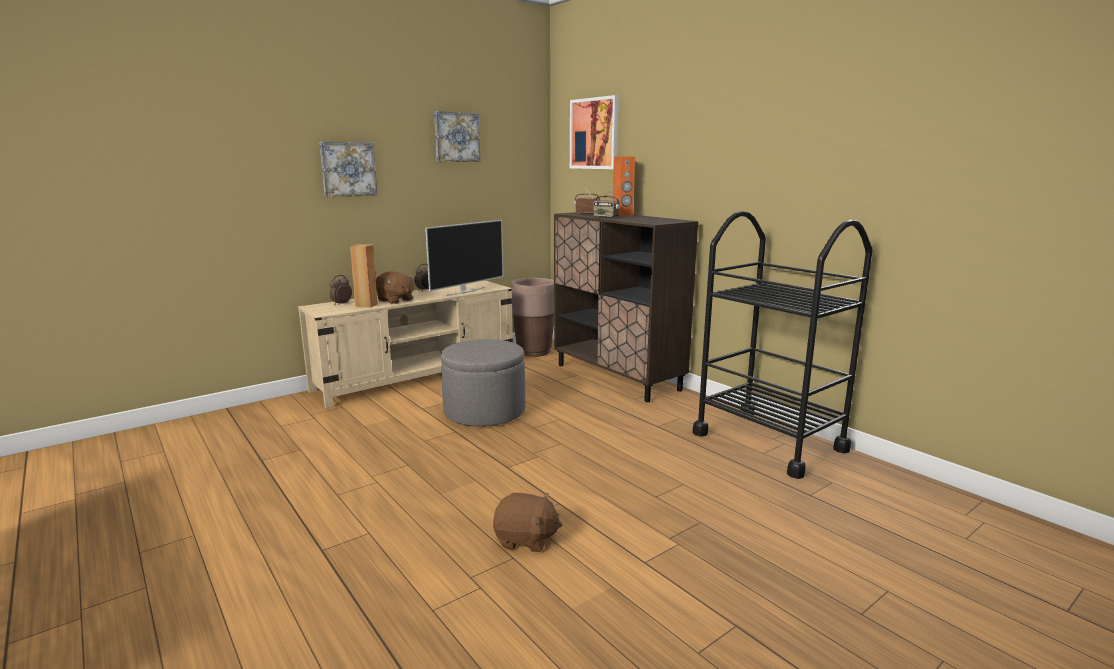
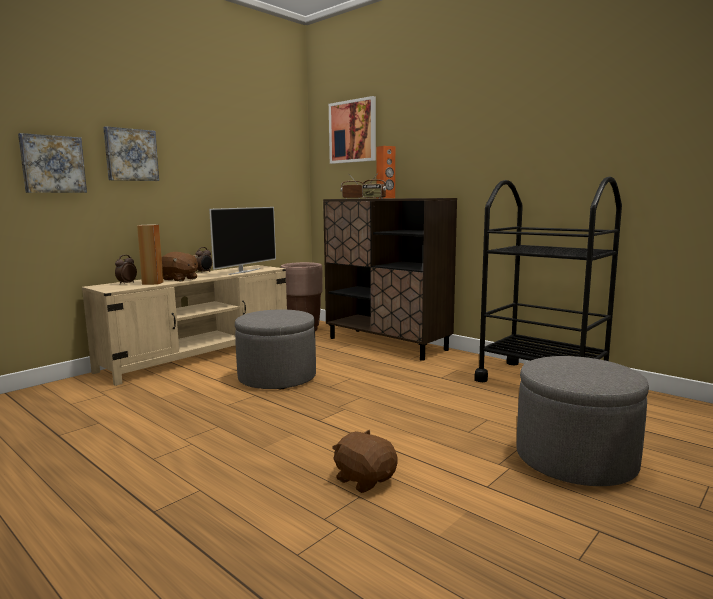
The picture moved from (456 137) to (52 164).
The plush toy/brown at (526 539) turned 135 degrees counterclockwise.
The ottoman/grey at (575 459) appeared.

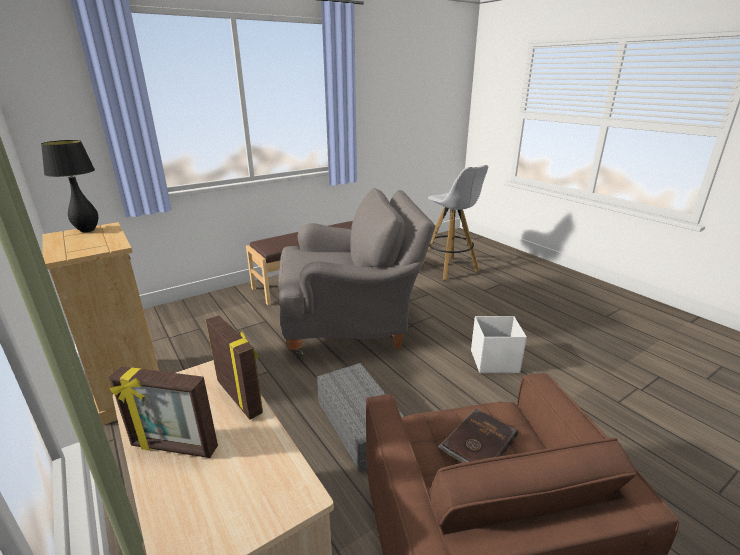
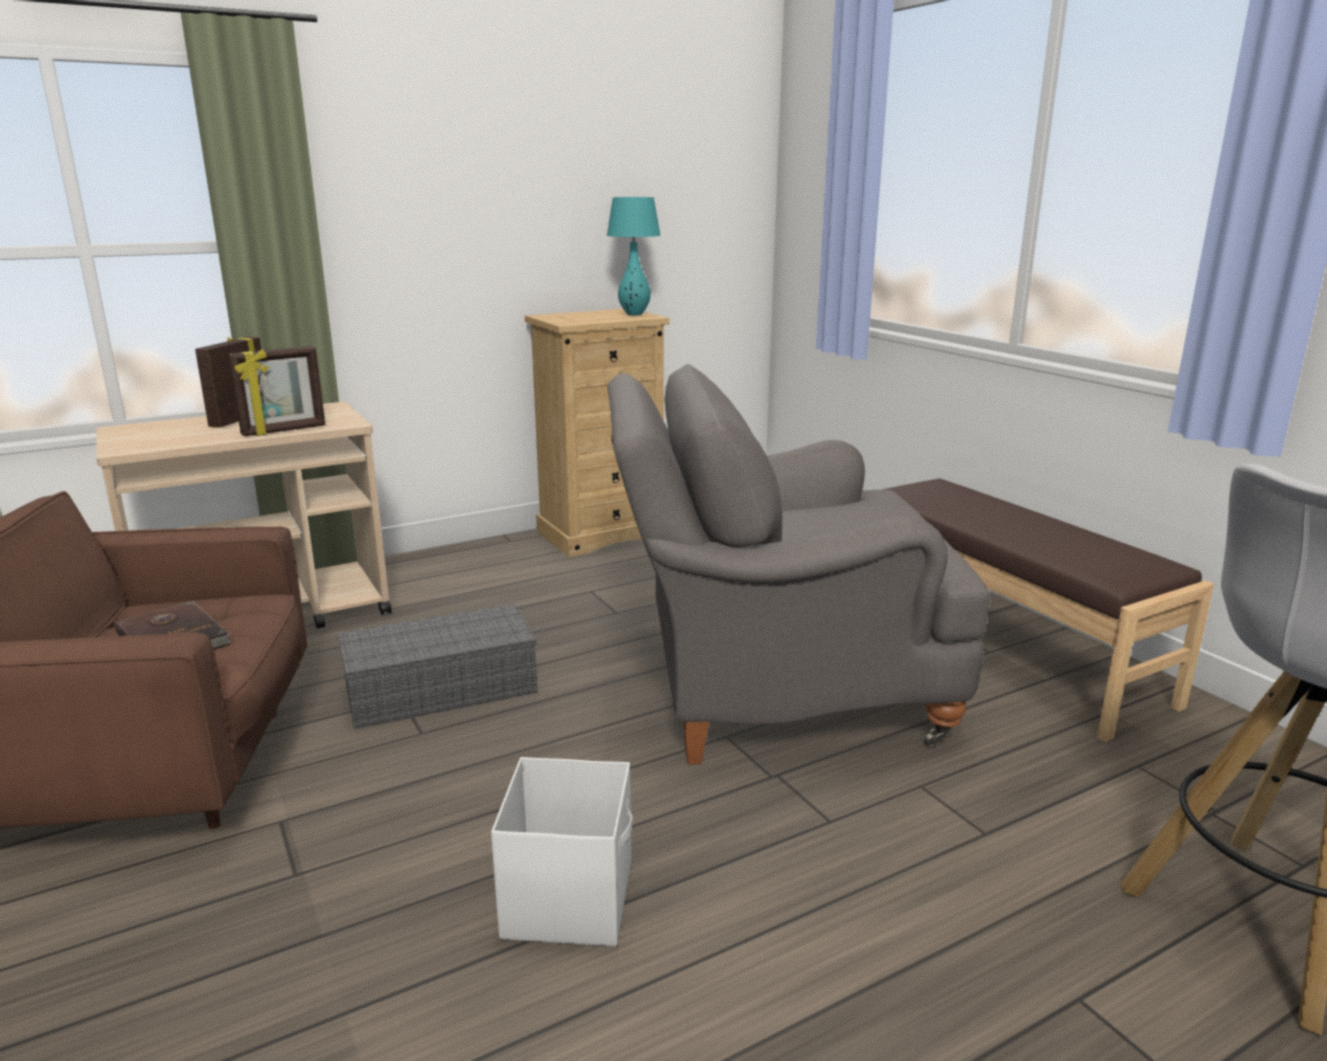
The table lamp/black at (87 230) became the table lamp/turquoise at (634 314).
The armchair/grey at (351 325) turned 90 degrees clockwise.

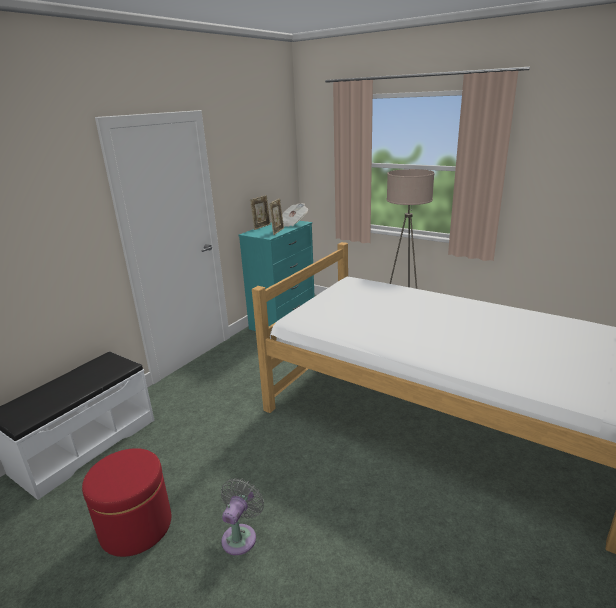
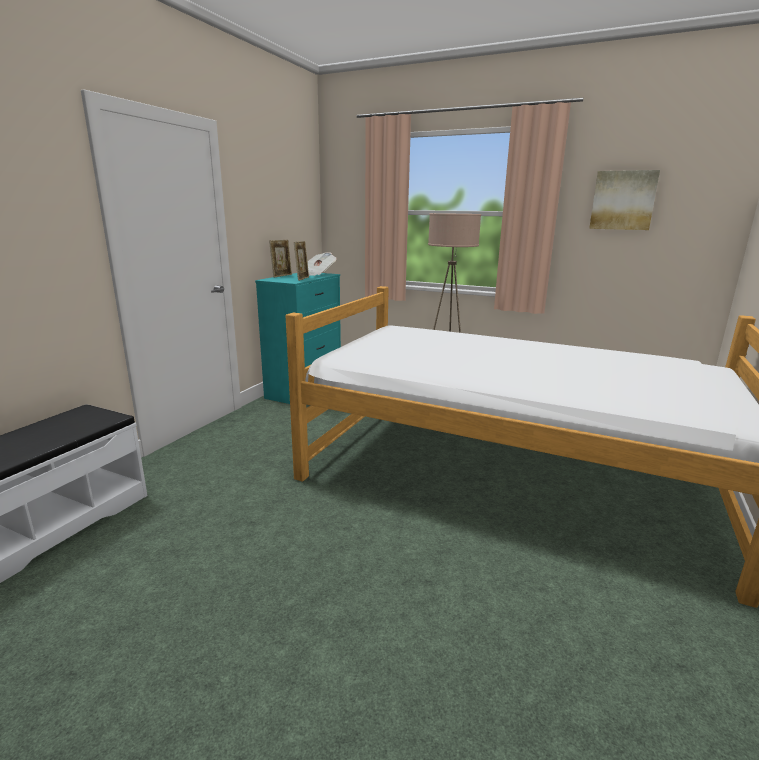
The ottoman/red at (136 526) disappeared.
The fan/grey at (241 536) disappeared.
The picture at (623 200) appeared.

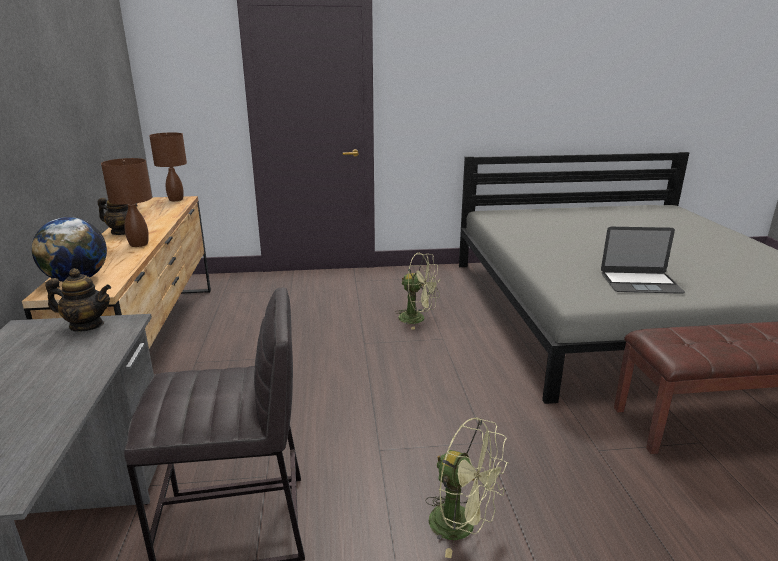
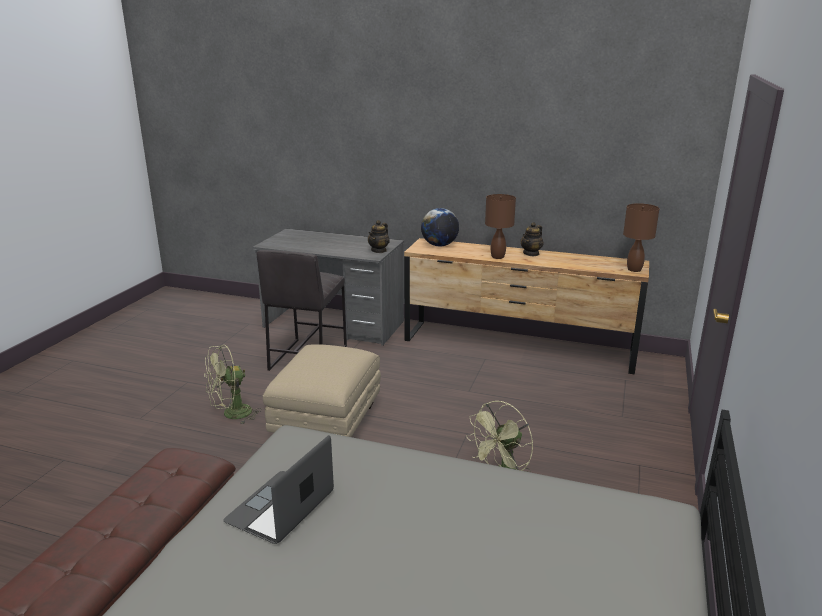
The ottoman/beige at (326 425) appeared.

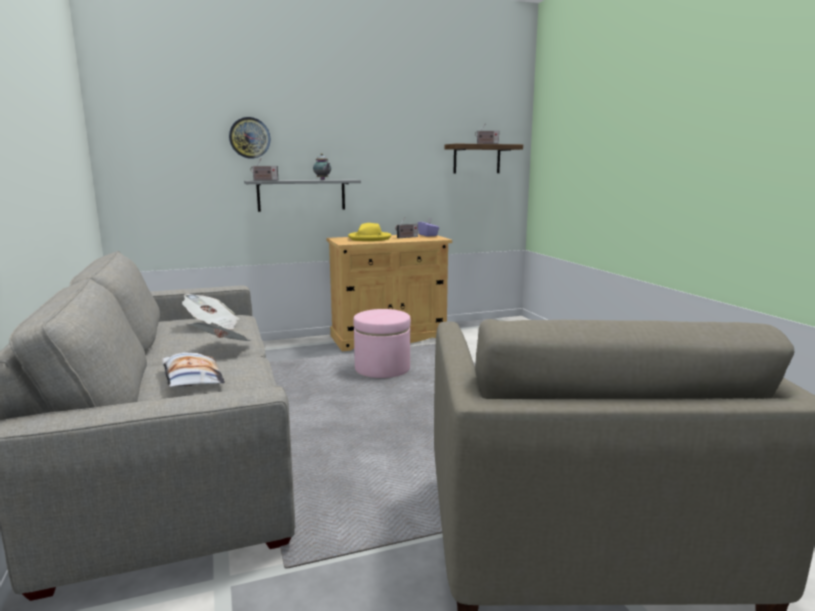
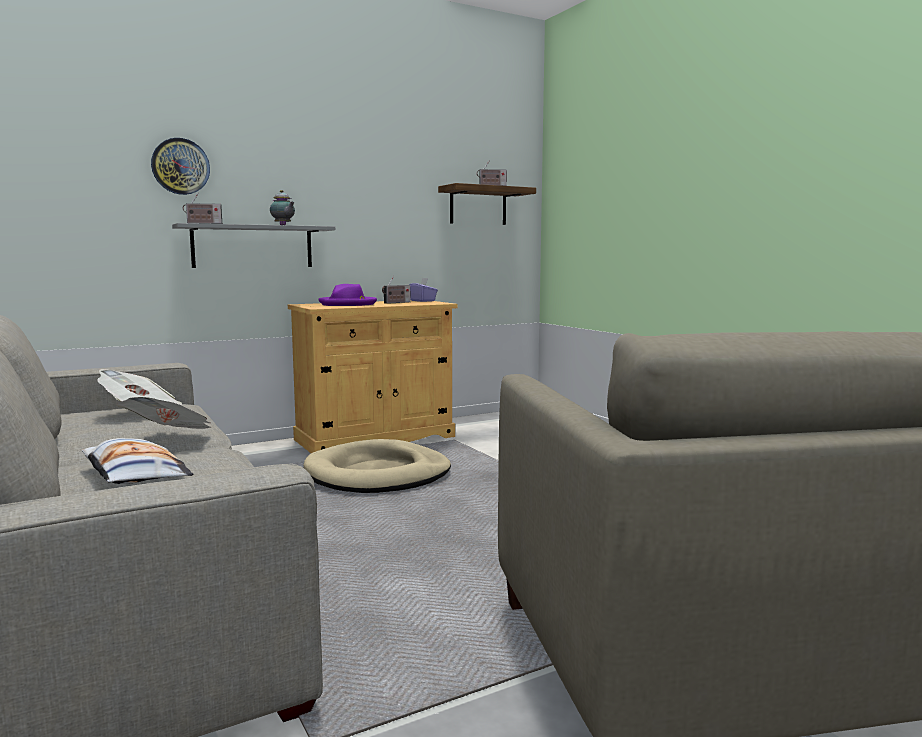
The hat/yellow at (369 238) became the hat/purple at (348 304).
The ottoman/pink at (382 369) was replaced by the dog bed/beige at (378 474).

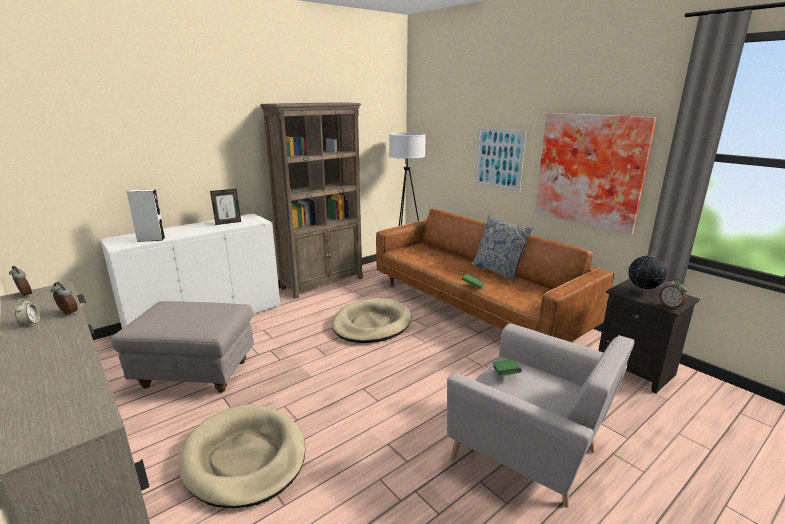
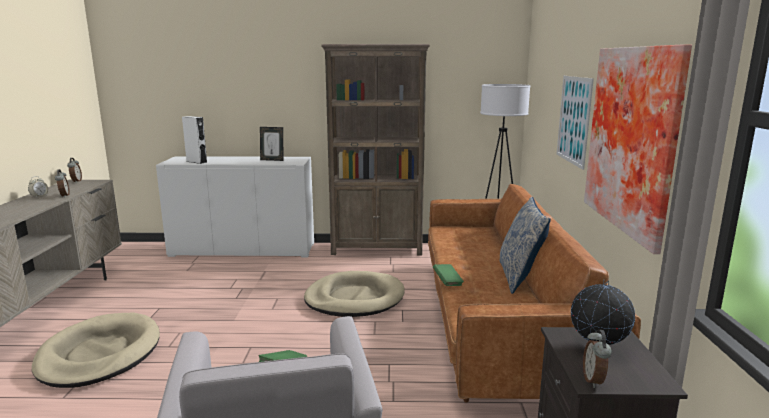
The ottoman/grey at (197 374) disappeared.

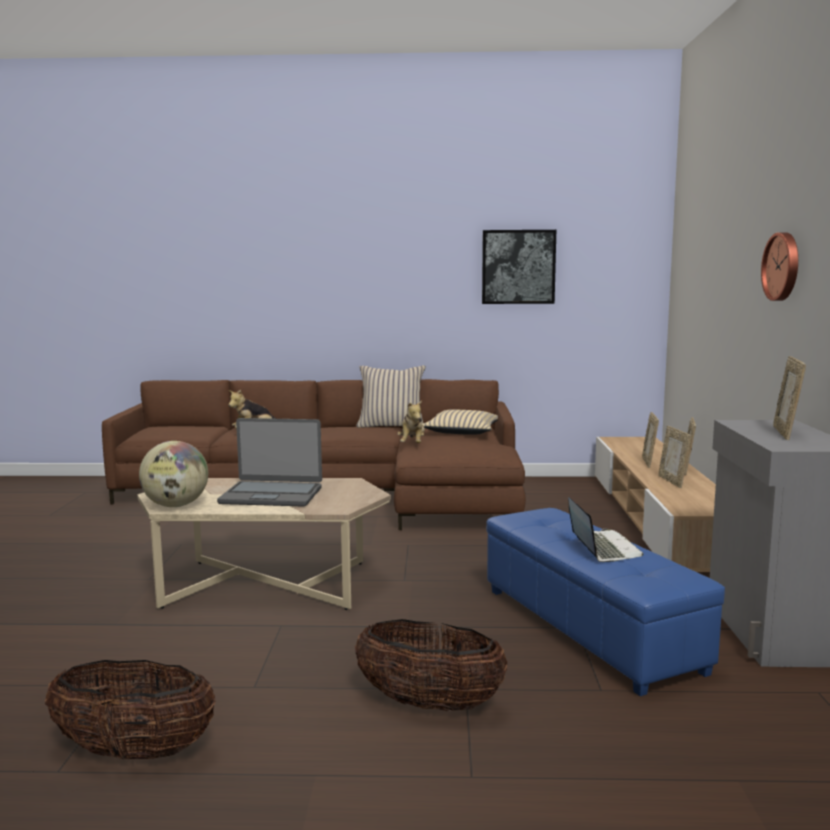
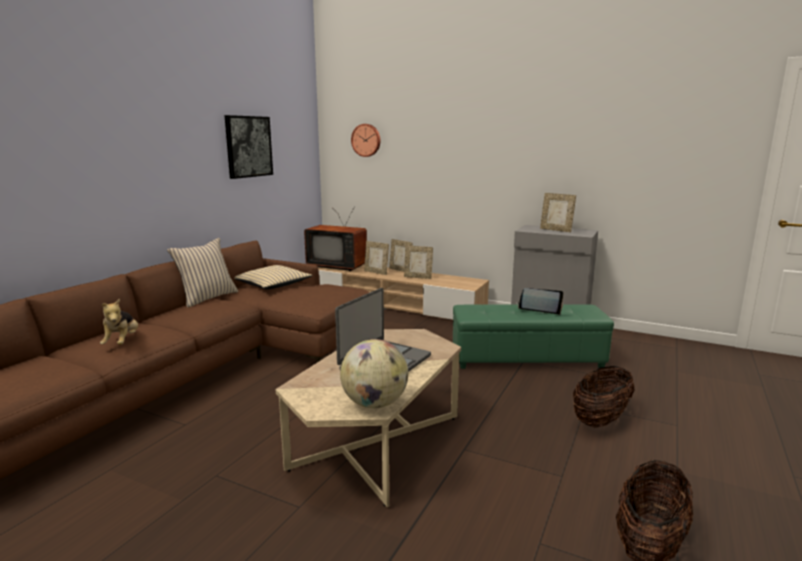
The plush toy at (412 444) disappeared.
The ottoman/blue at (590 629) became the ottoman/green at (527 358).
The wall clock moved from (783 266) to (366 140).
The television at (338 266) appeared.

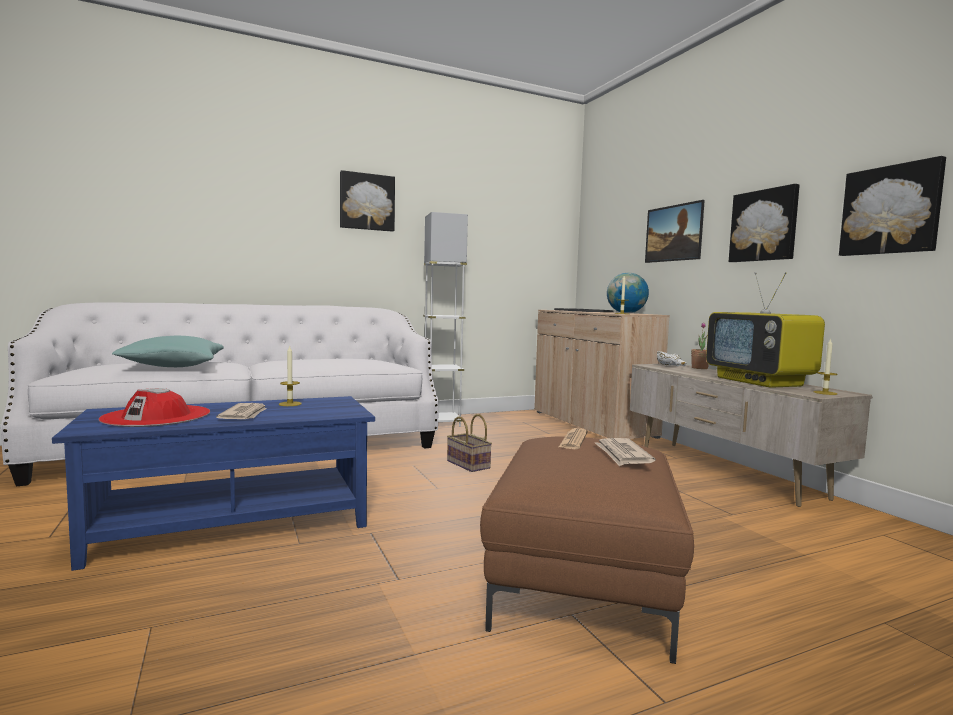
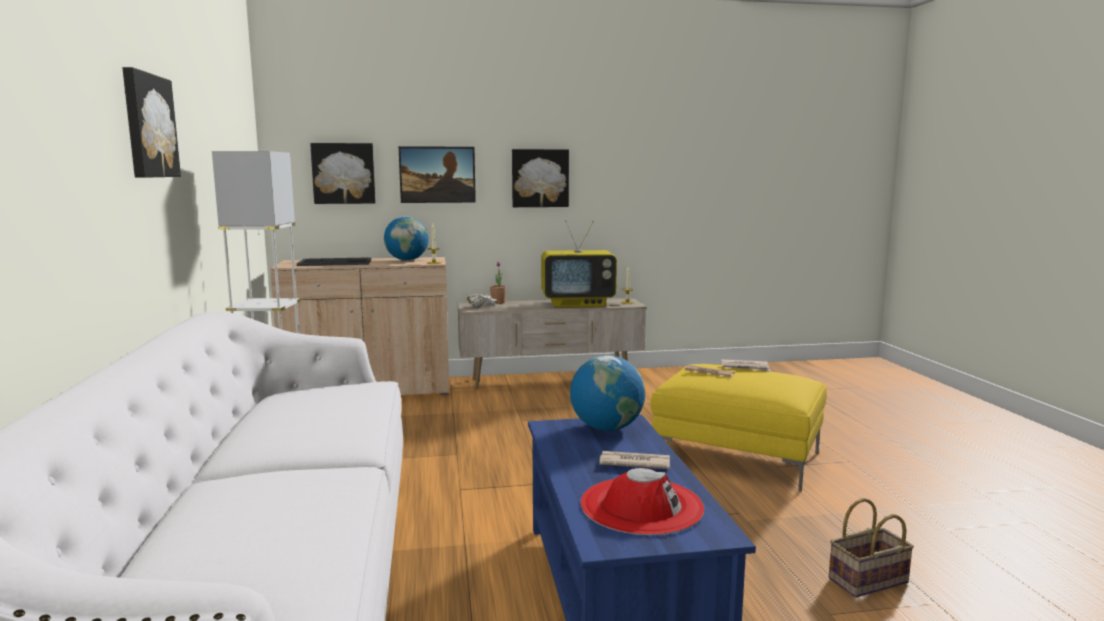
The pillow/turquoise at (173 366) disappeared.
The candle at (290 404) disappeared.
The basket moved from (466 464) to (867 582).
The ottoman/brown at (585 583) became the ottoman/yellow at (738 456).
The picture moved from (891 210) to (344 173).
The globe at (607 428) appeared.

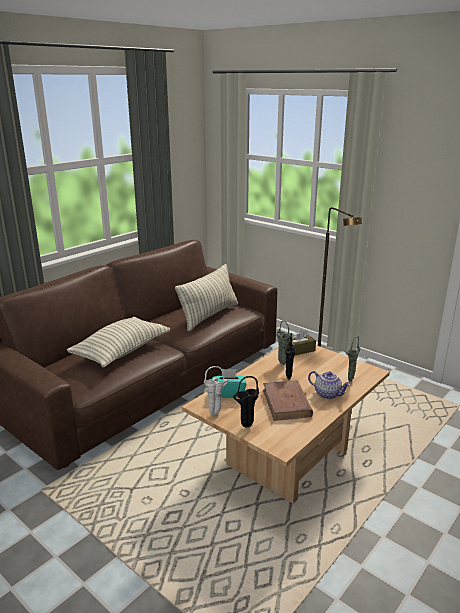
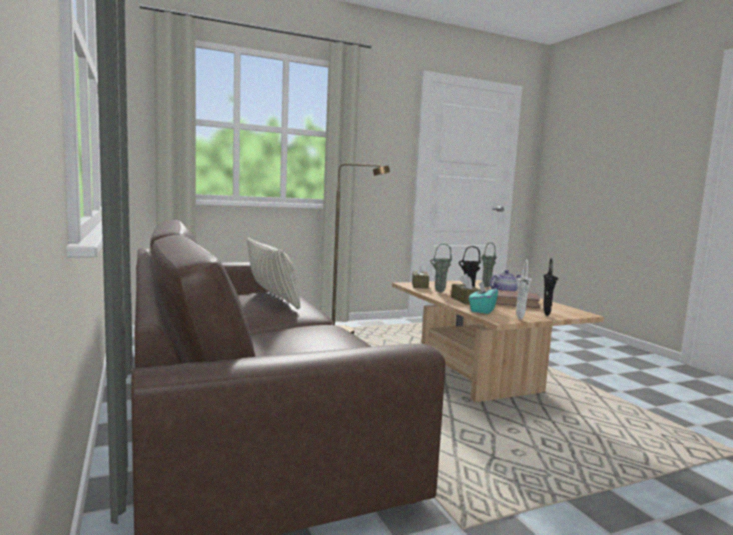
The pillow at (121 352) disappeared.
The tissue box/brown at (465 300) appeared.

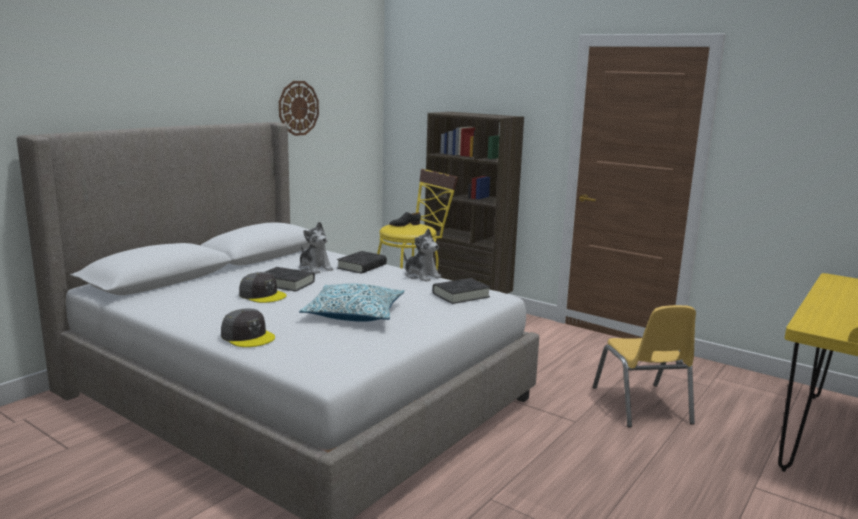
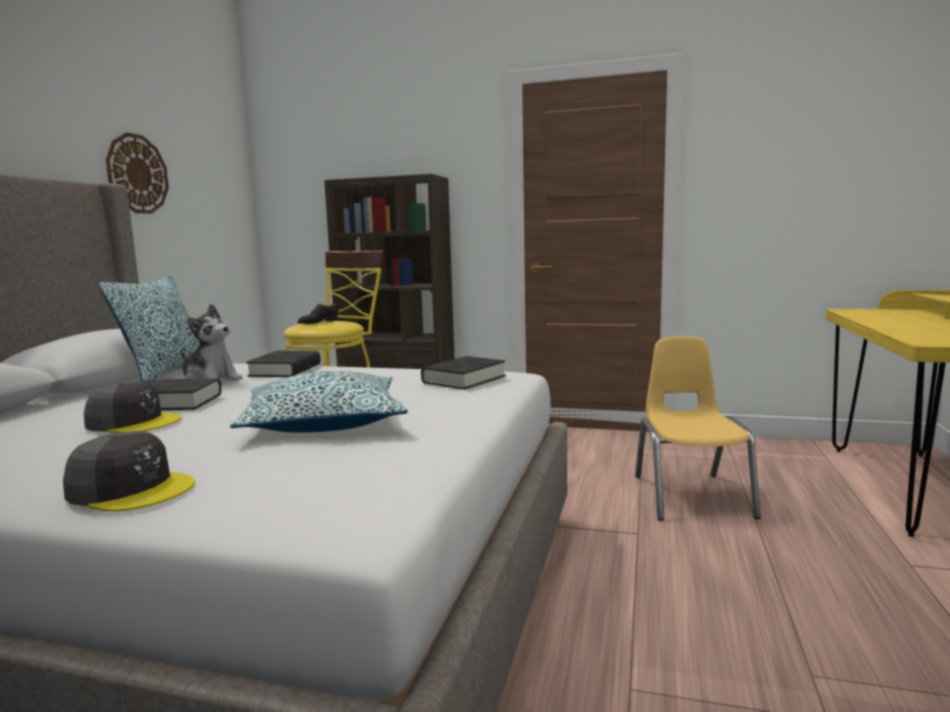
The plush toy at (421 276) disappeared.
The chair/yellow at (641 405) turned 150 degrees counterclockwise.
The pillow at (166 373) appeared.

